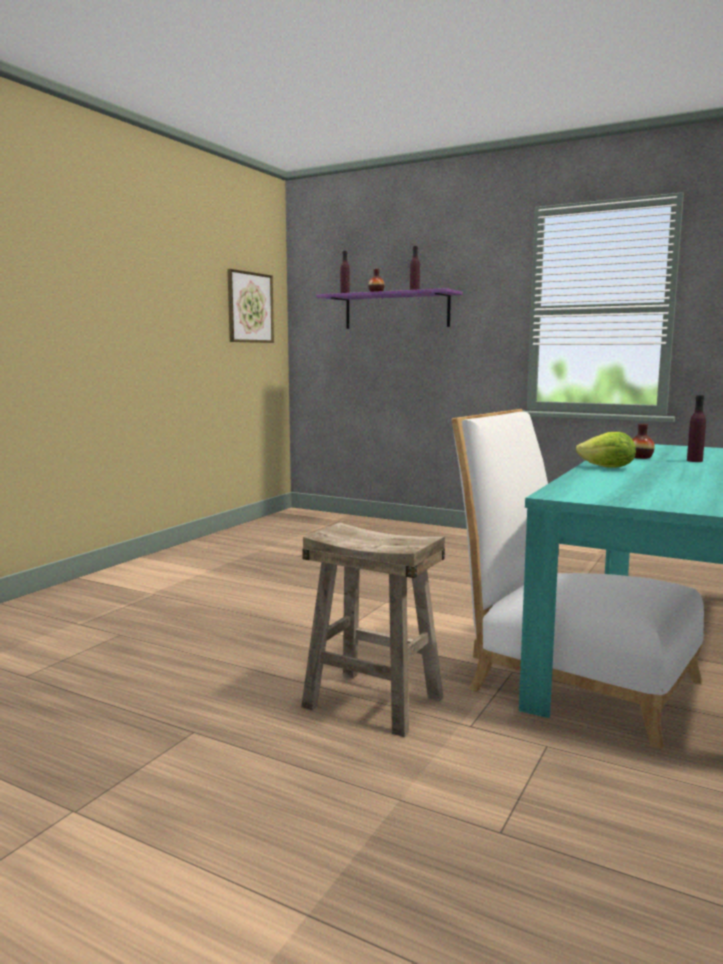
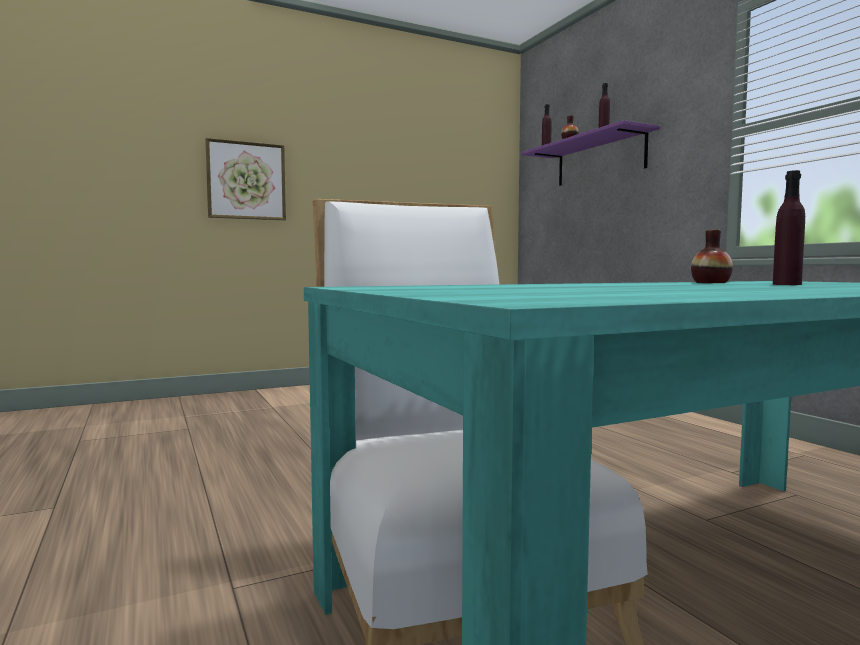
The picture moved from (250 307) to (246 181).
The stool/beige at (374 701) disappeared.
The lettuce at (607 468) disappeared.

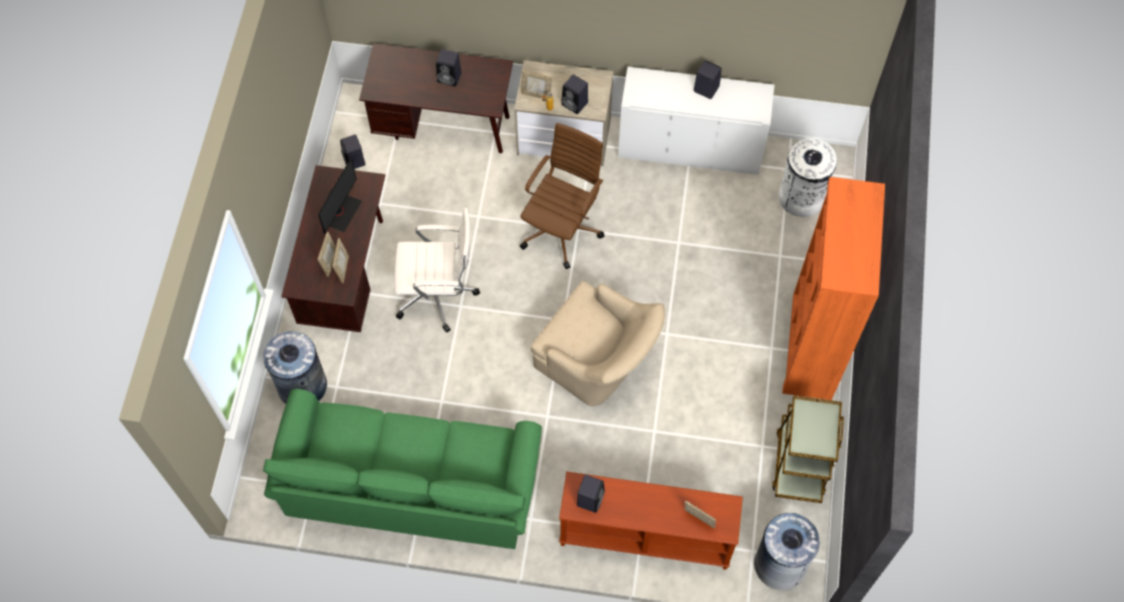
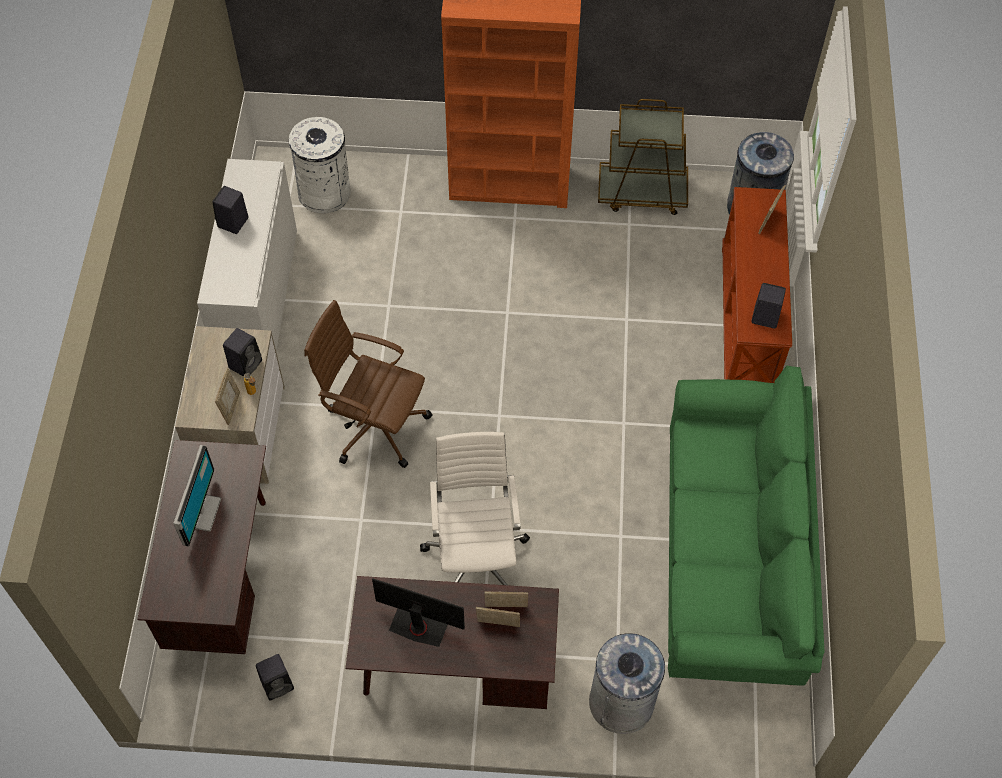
The speaker/black at (450 77) was replaced by the monitor at (200 512).
The armchair/beige at (598 361) disappeared.

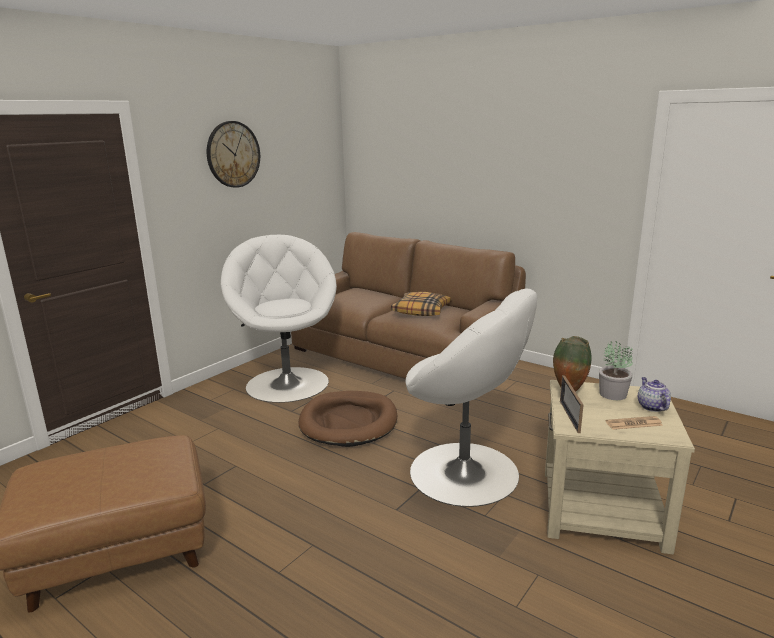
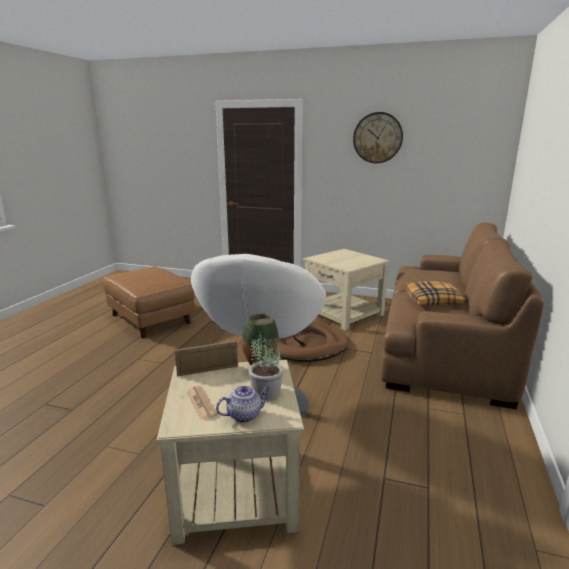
The armchair/white at (287 383) was replaced by the side table/beige at (343 313).

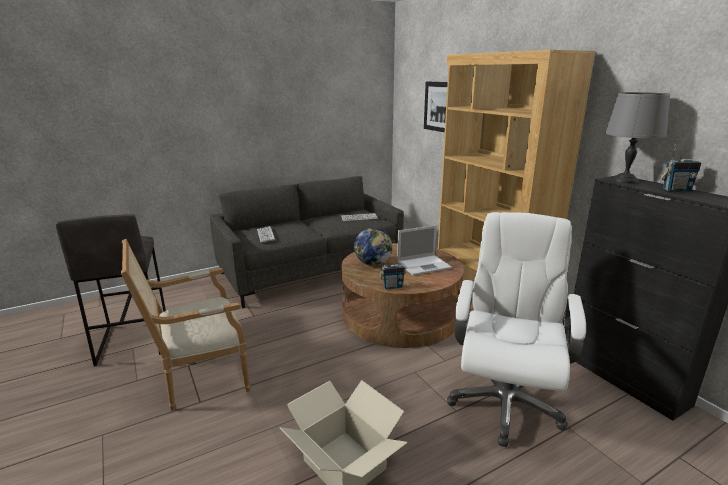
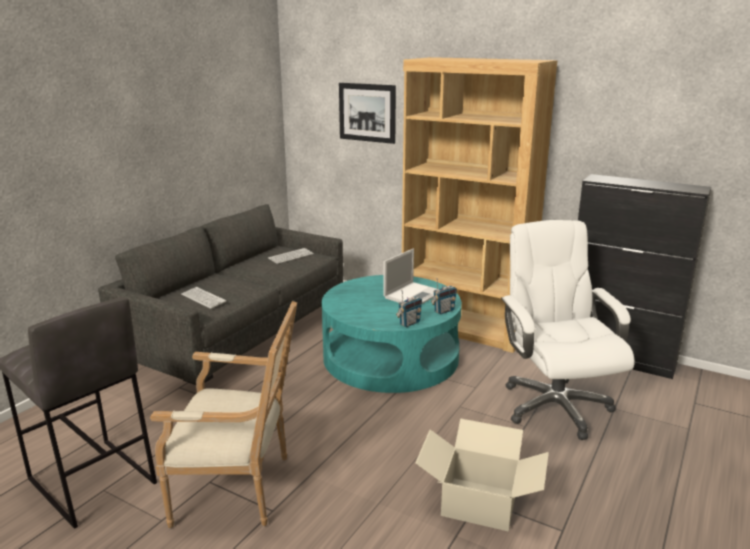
The armchair at (199 377) turned 120 degrees counterclockwise.
The coffee table/brown at (400 314) became the coffee table/turquoise at (390 356).
The globe at (373 263) disappeared.
The table lamp/grey at (624 180) disappeared.
The radio moved from (676 190) to (444 311).

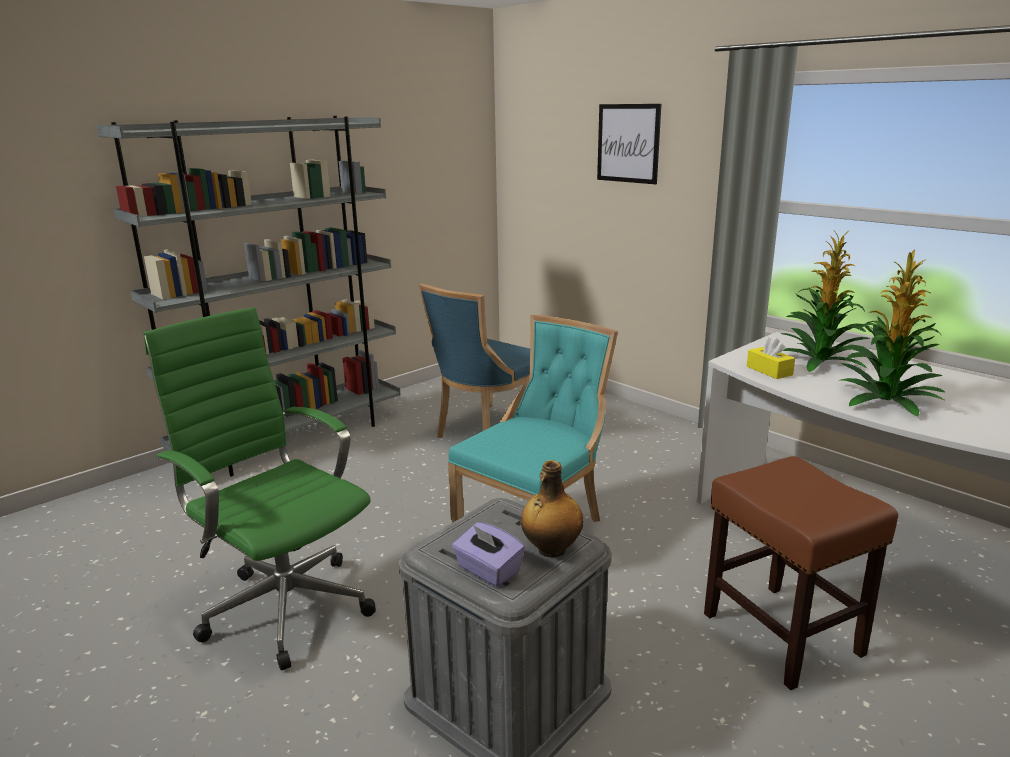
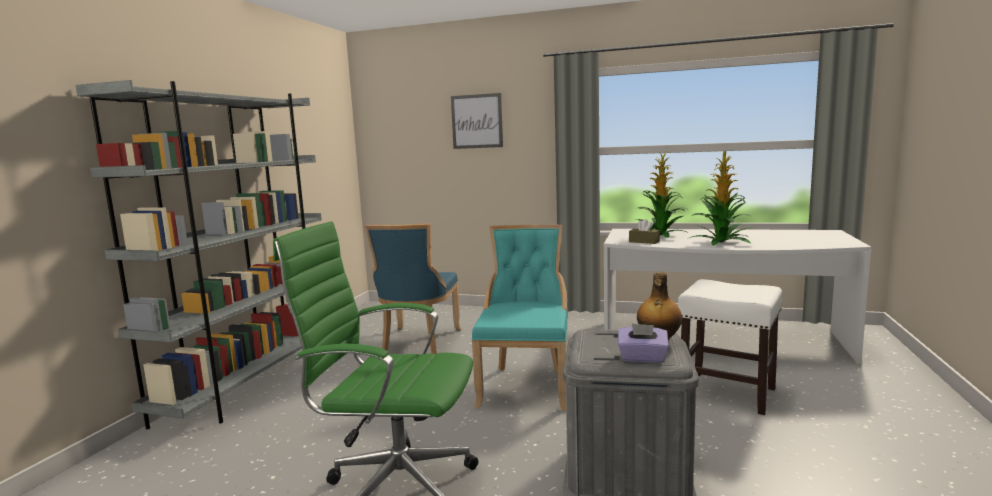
The stool/brown at (780 633) became the stool/white at (726 392).
The tissue box/yellow at (769 371) became the tissue box/brown at (644 241).

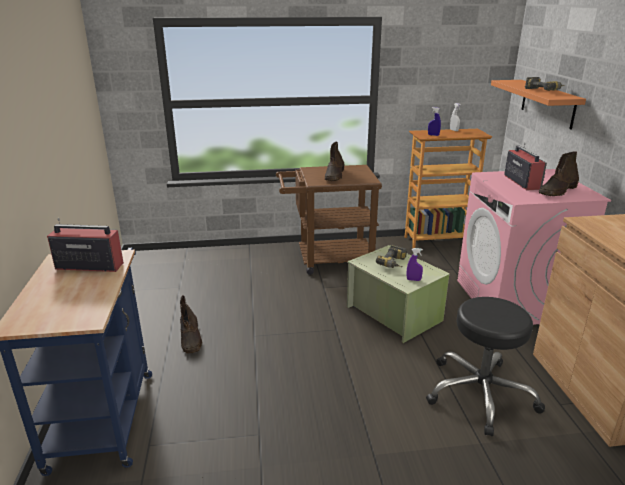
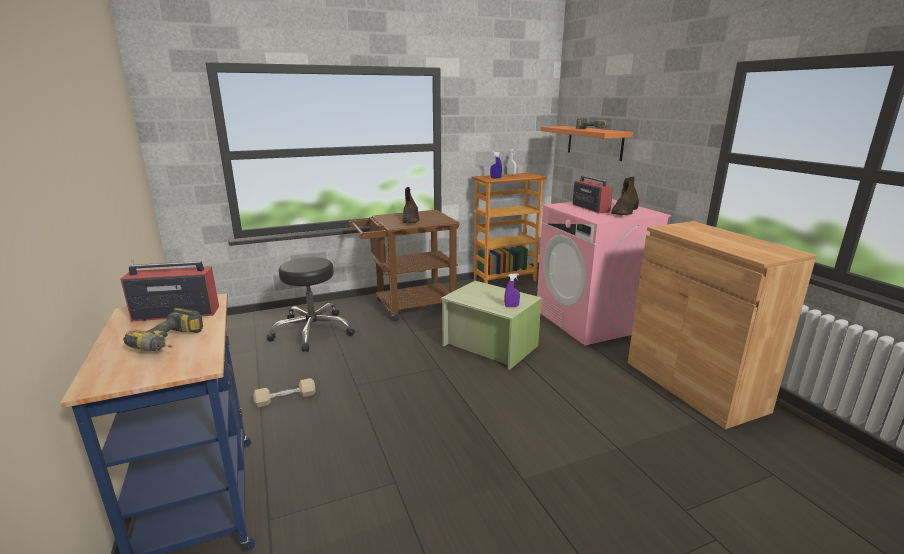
The boot/brown at (191 339) was replaced by the dumbbell/beige at (285 398).
The power drill moved from (394 264) to (173 343).
The stool/black moved from (480 393) to (312 331).

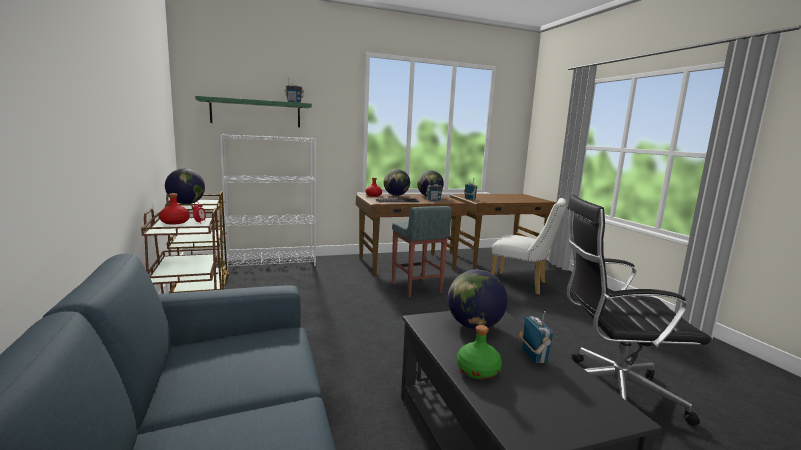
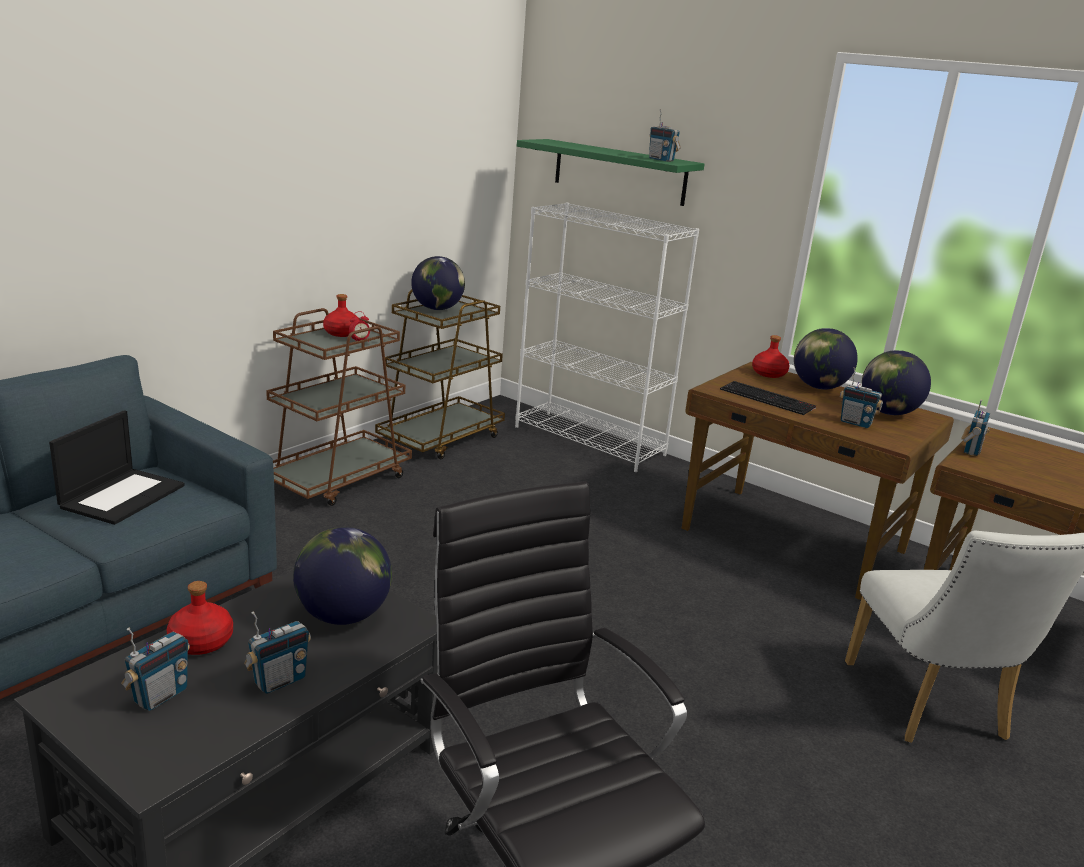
The stool/grey at (416 288) disappeared.
The bottle/green at (478 371) became the bottle/red at (200 642).
The laptop at (122 495) appeared.
The radio at (160 696) appeared.

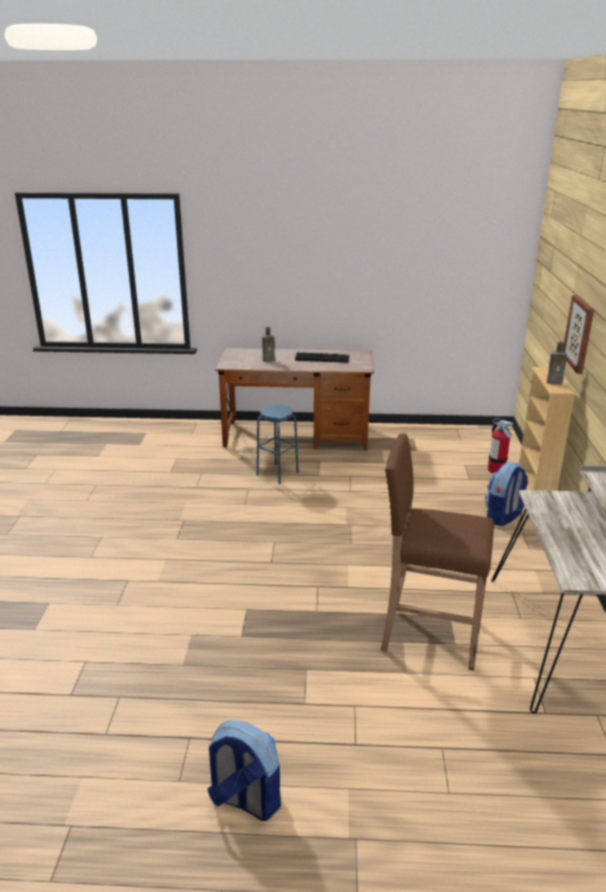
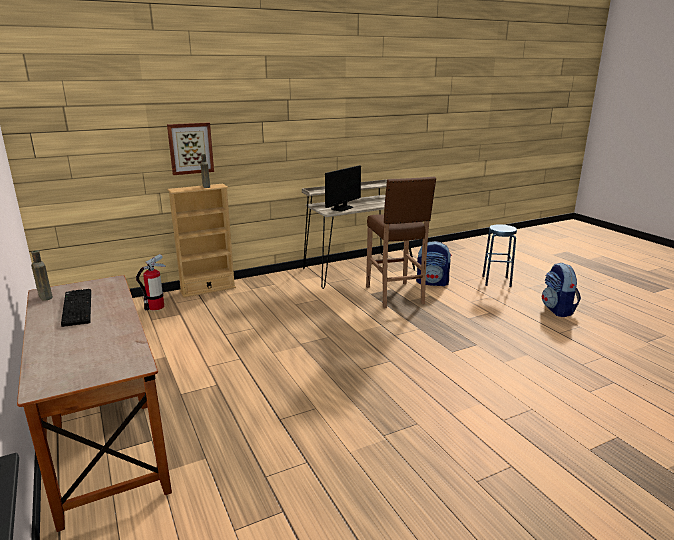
The stool/blue moved from (277 473) to (496 281).
The bottle/brown moved from (269 360) to (45 296).
The backpack moved from (503 517) to (432 283).
The monitor at (342 208) appeared.

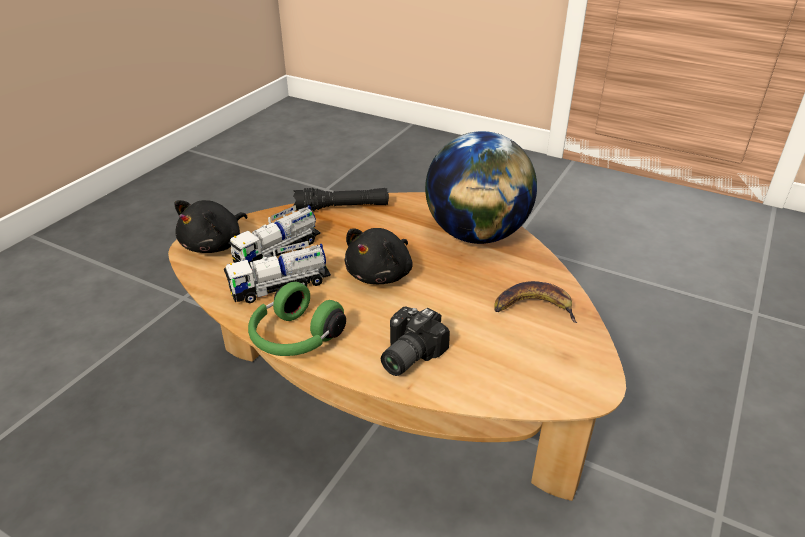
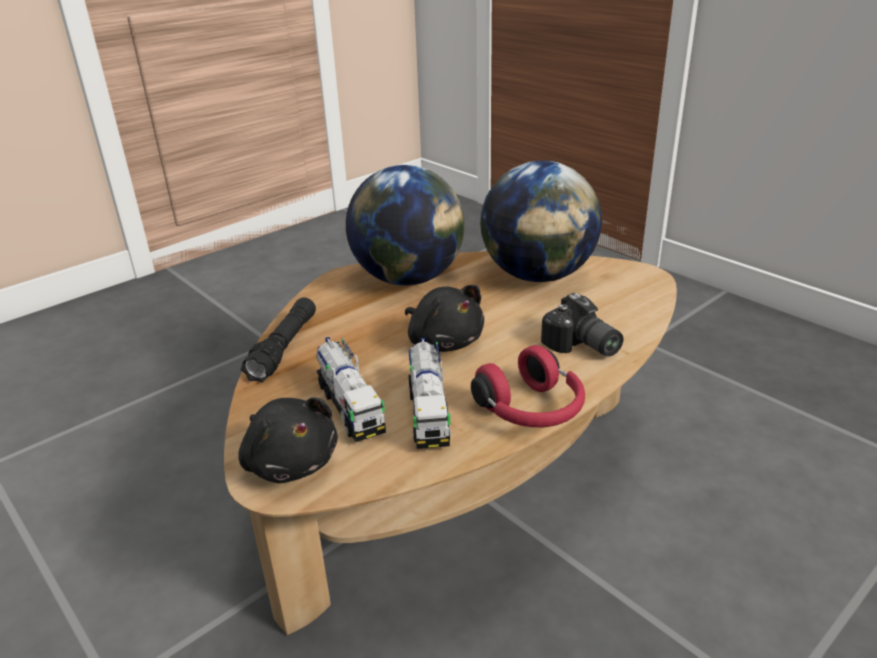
The headphones/green at (294 338) became the headphones/red at (532 410).
The banana at (534 307) was replaced by the globe at (538 275).

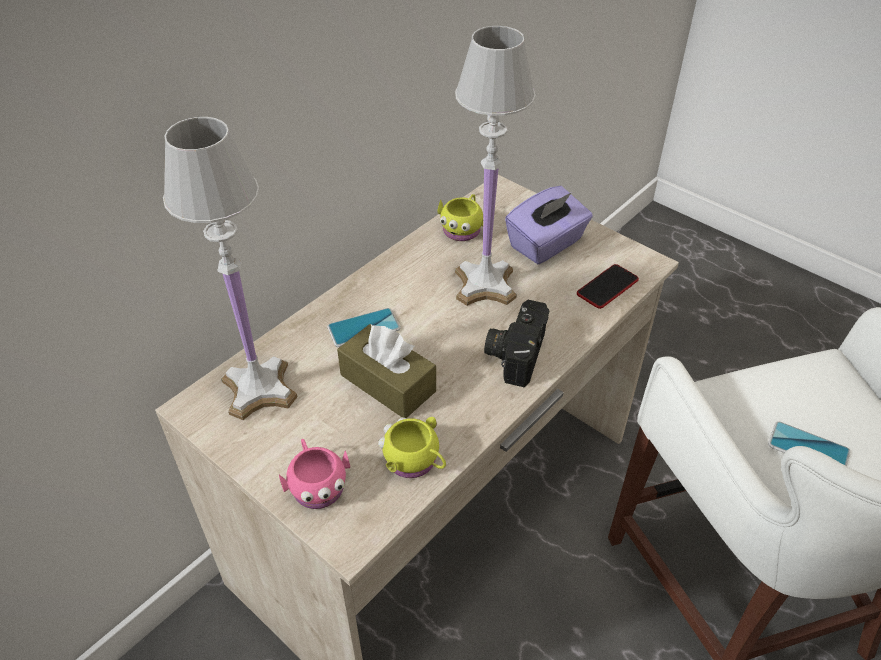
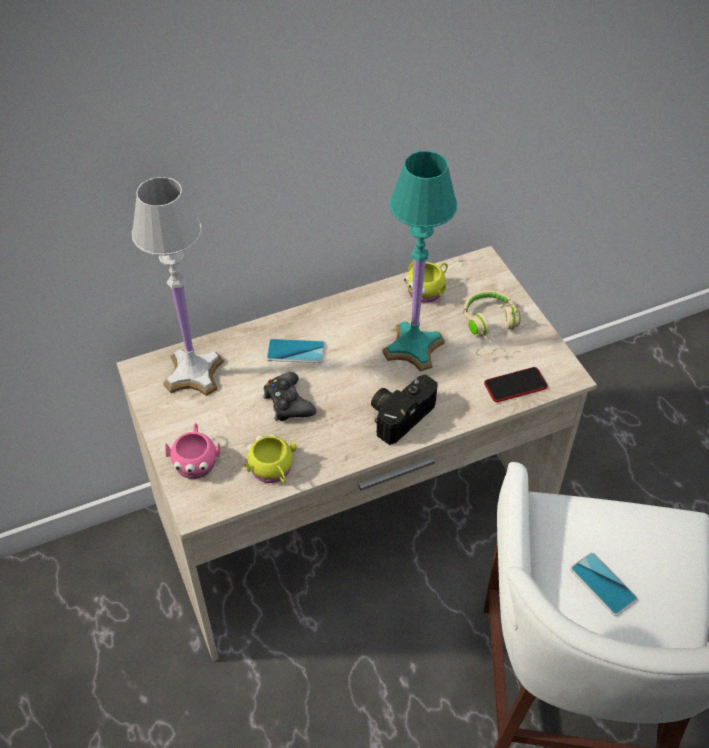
The tissue box/brown at (388 383) was replaced by the game controller/black at (288 403).
The table lamp/white at (485 285) became the table lamp/turquoise at (413 348).
The tissue box/purple at (546 244) was replaced by the headphones/beige at (489 328).

